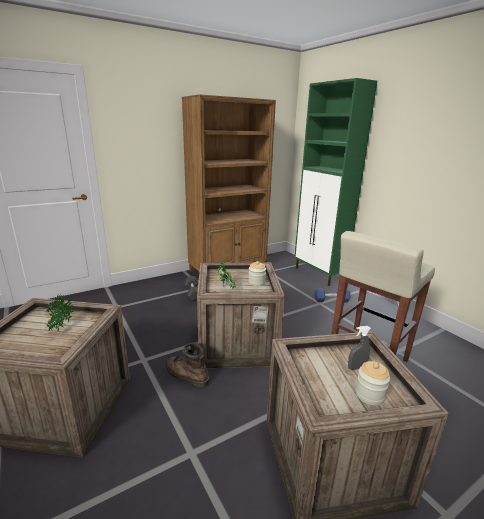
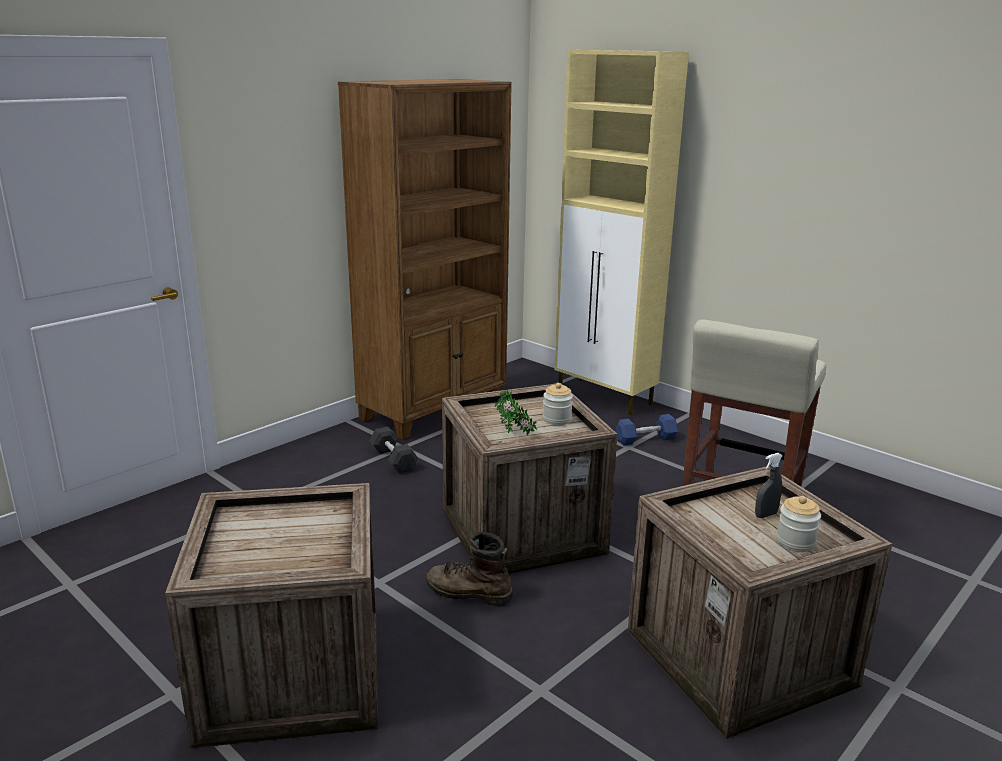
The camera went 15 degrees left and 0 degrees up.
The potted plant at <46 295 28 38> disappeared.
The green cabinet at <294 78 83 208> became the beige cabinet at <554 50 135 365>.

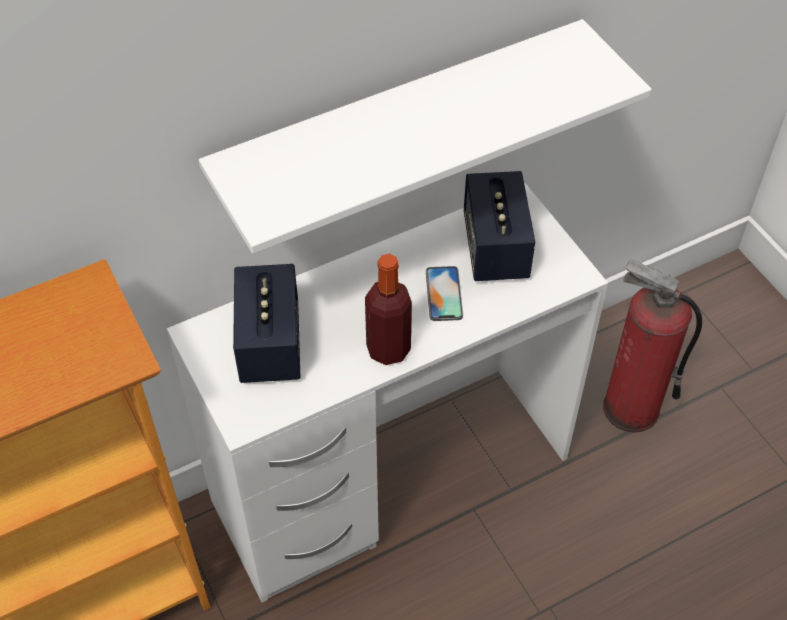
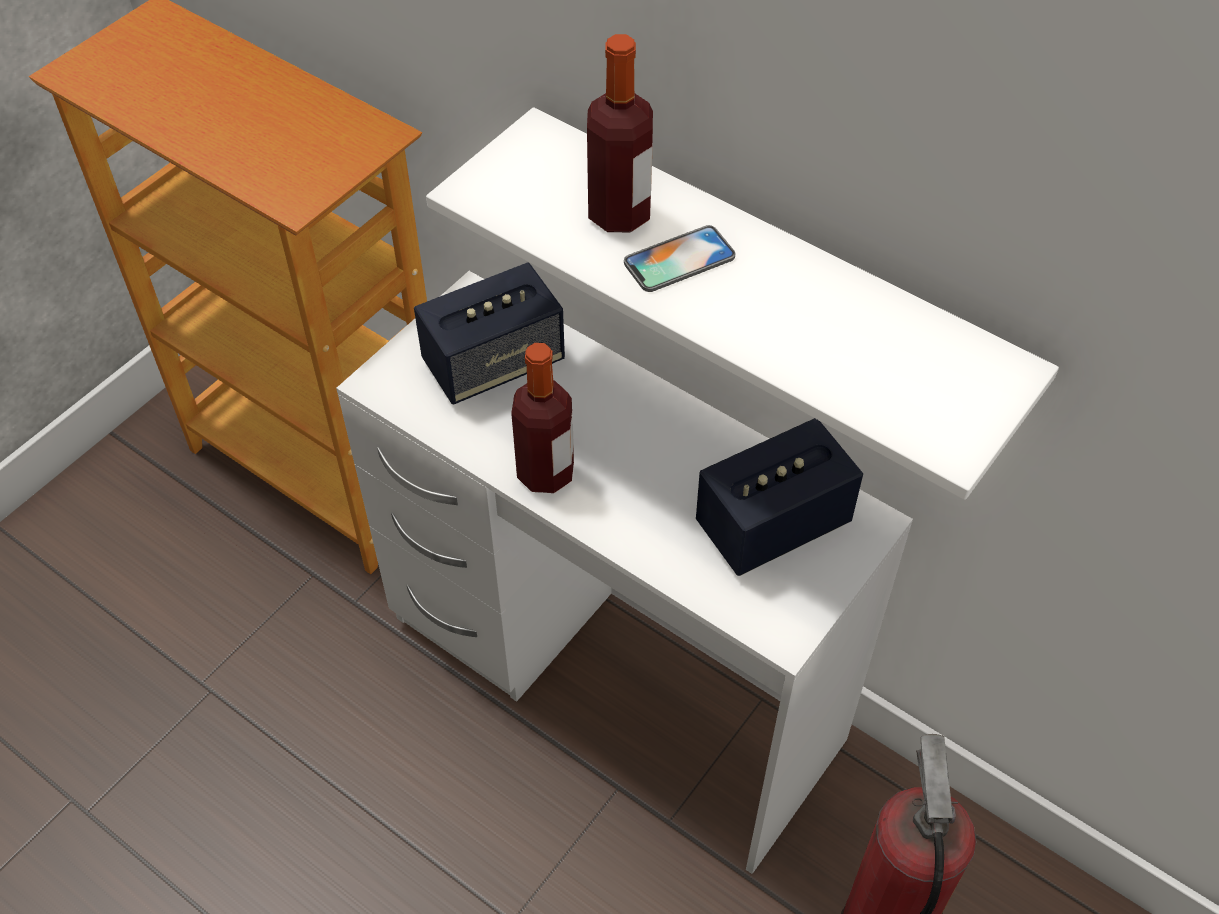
The camera went 65 degrees right and 0 degrees up.
The phone moved from <426 266 37 55> to <624 225 112 67>.
The bottle at <587 34 66 198> appeared.

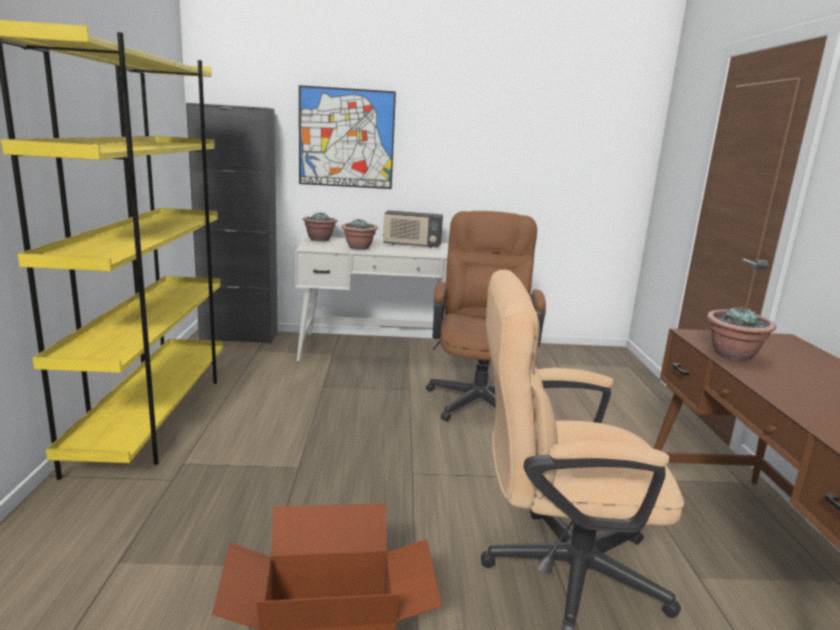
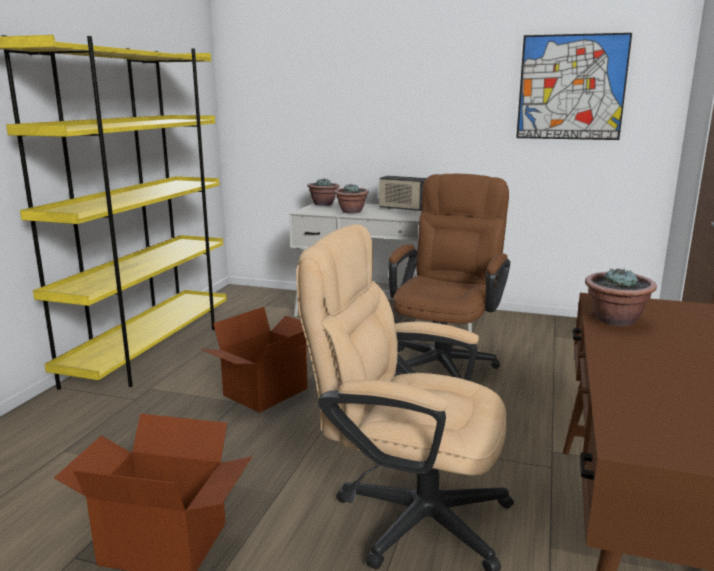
The camera went 20 degrees right and 0 degrees up.
The black cabinet at <186 103 92 241> disappeared.
The picture moved from <299 85 97 104> to <516 33 116 107>.
The cardboard box at <201 307 107 106> appeared.

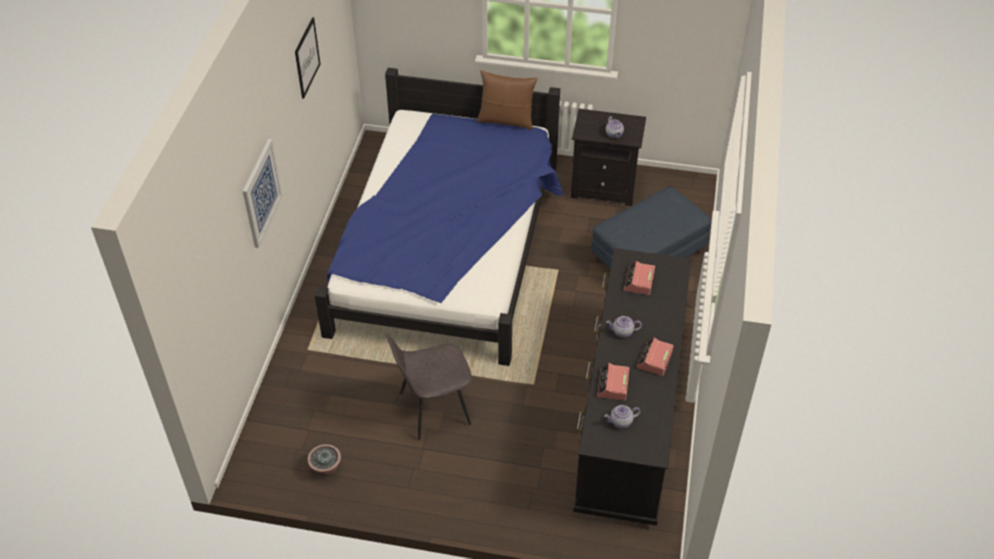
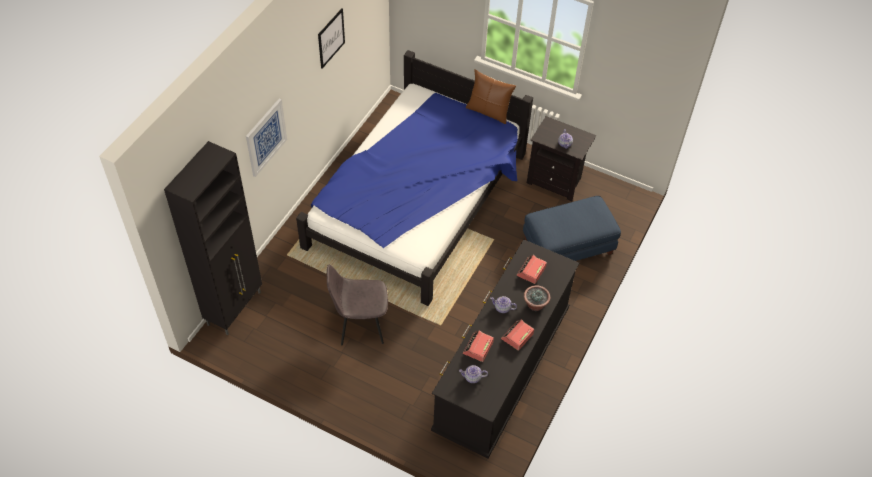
The camera went 15 degrees right and 5 degrees up.
The potted plant moved from <307 444 34 33> to <524 285 26 26>.
The black cabinet at <164 141 98 194> appeared.

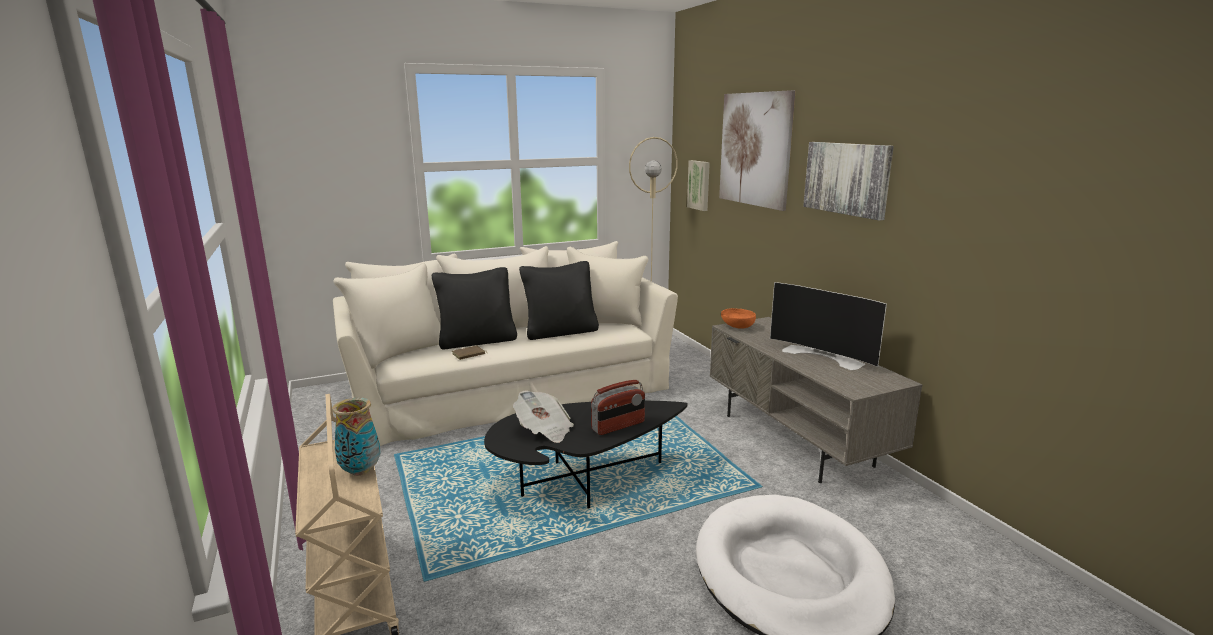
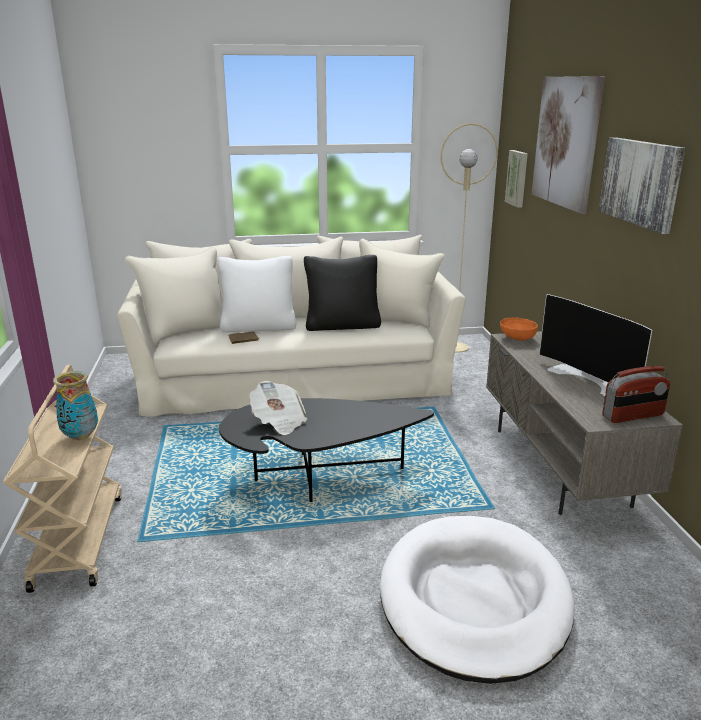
The camera went 15 degrees right and 5 degrees up.
The black pillow at <432 267 85 82> became the white pillow at <218 256 78 76>.
The radio moved from <591 380 54 55> to <602 366 68 57>.

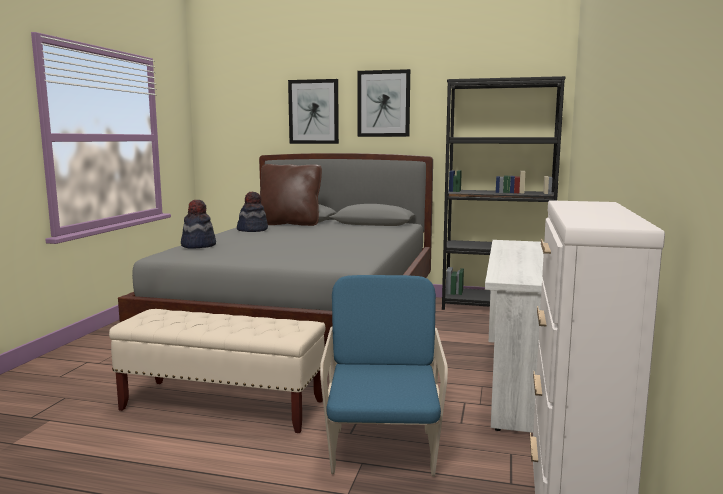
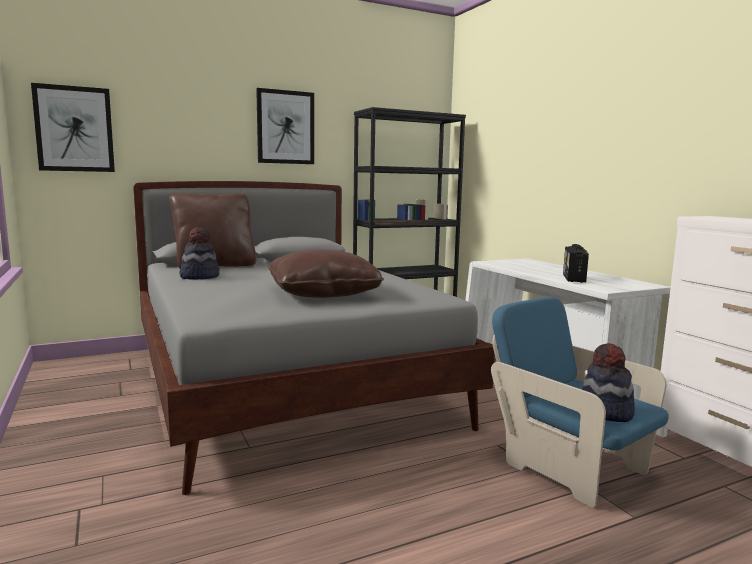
The camera went 40 degrees left and 0 degrees up.
The beige bench at <109 309 216 124> disappeared.
The hat moved from <181 200 35 48> to <582 343 53 79>.
The picture moved from <288 79 51 65> to <31 83 84 89>.
The brown pillow at <268 249 116 49> appeared.
The radio at <563 244 26 39> appeared.

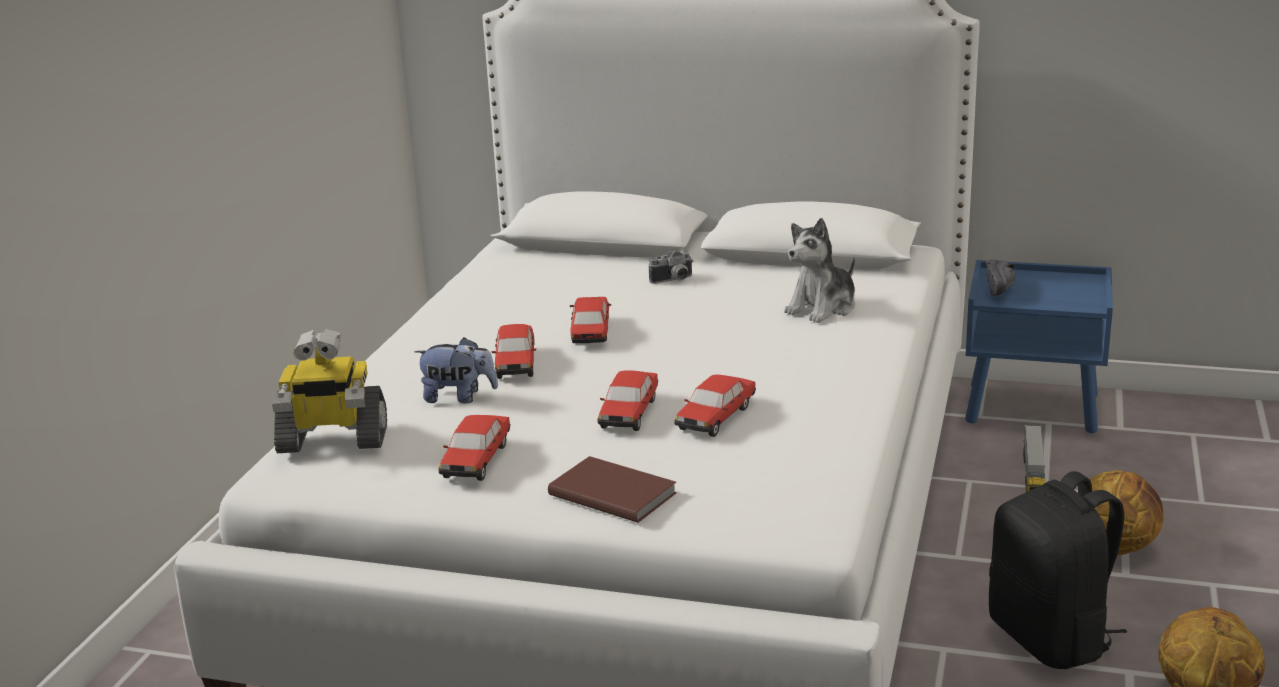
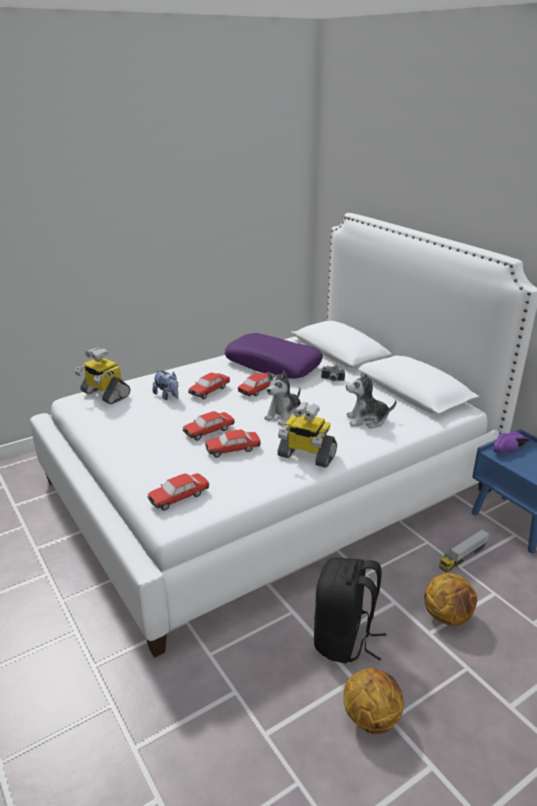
The camera went 40 degrees right and 5 degrees up.
The toy car moved from <438 415 72 66> to <147 473 62 38>.
The brown book at <548 456 129 67> disappeared.
The black shoe at <986 260 30 36> became the purple shoe at <493 431 37 21>.
The purple pillow at <225 333 98 45> appeared.
The plush toy at <264 371 37 55> appeared.
The toy robot at <277 402 60 66> appeared.

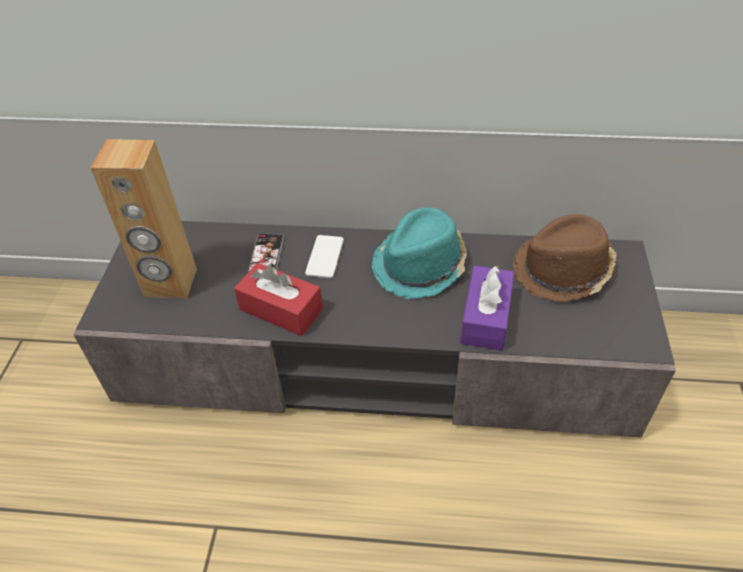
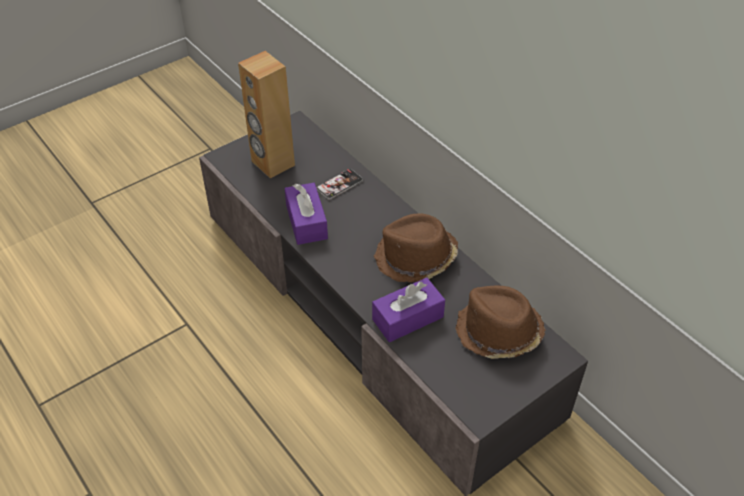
The camera went 45 degrees right and 0 degrees up.
The red tissue box at <234 263 89 73> became the purple tissue box at <285 183 43 62>.
The phone at <305 235 39 43> disappeared.
The turquoise hat at <372 207 95 92> became the brown hat at <374 213 84 70>.

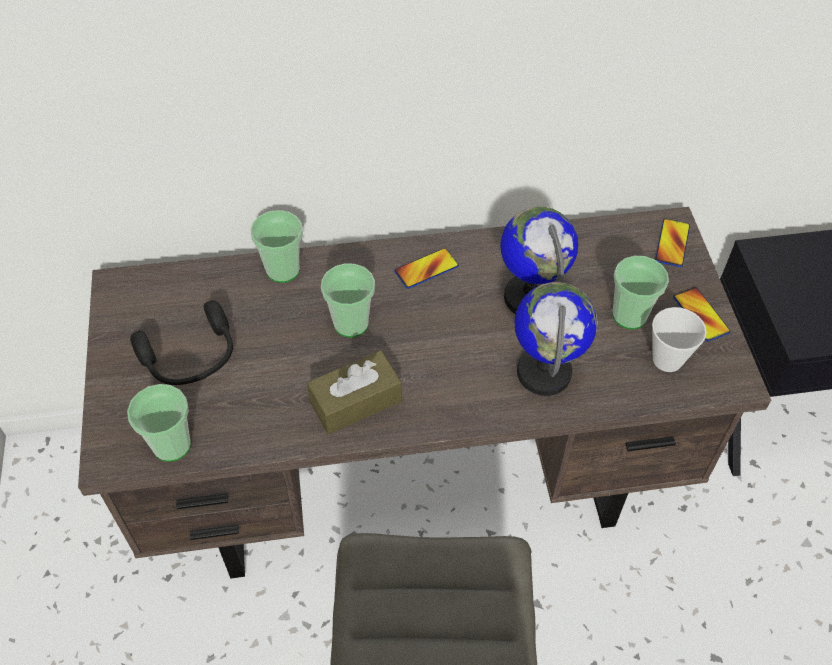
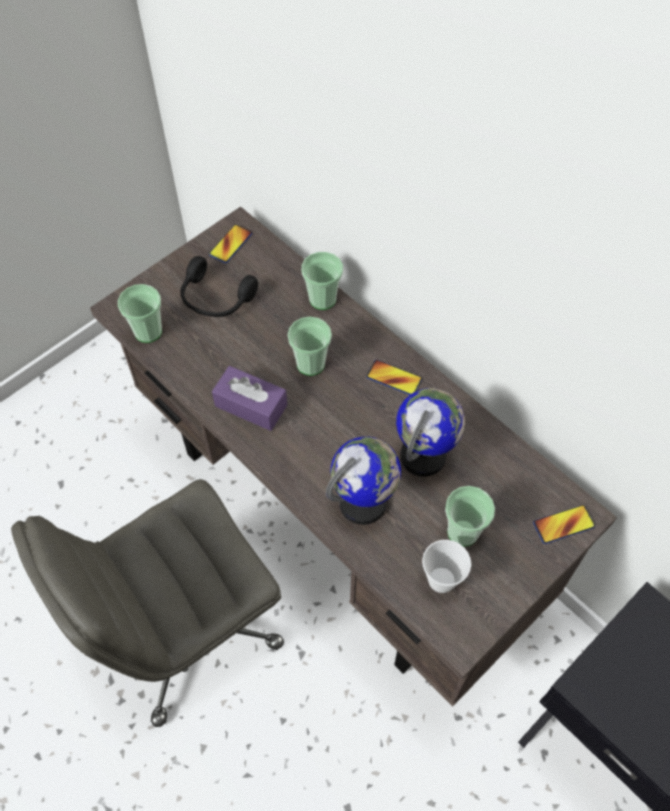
The camera went 55 degrees right and 5 degrees up.
The brown tissue box at <307 350 95 84> became the purple tissue box at <212 366 75 65>.
The phone moved from <673 287 57 54> to <209 224 43 39>.

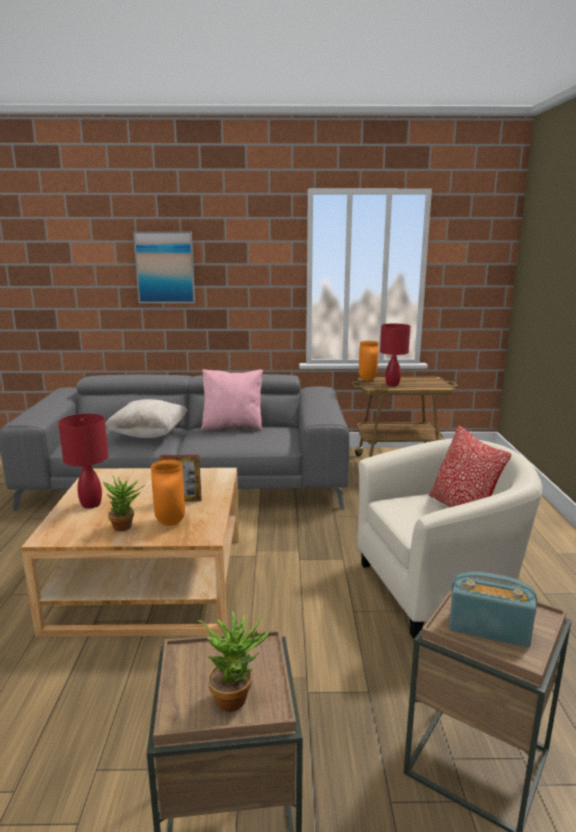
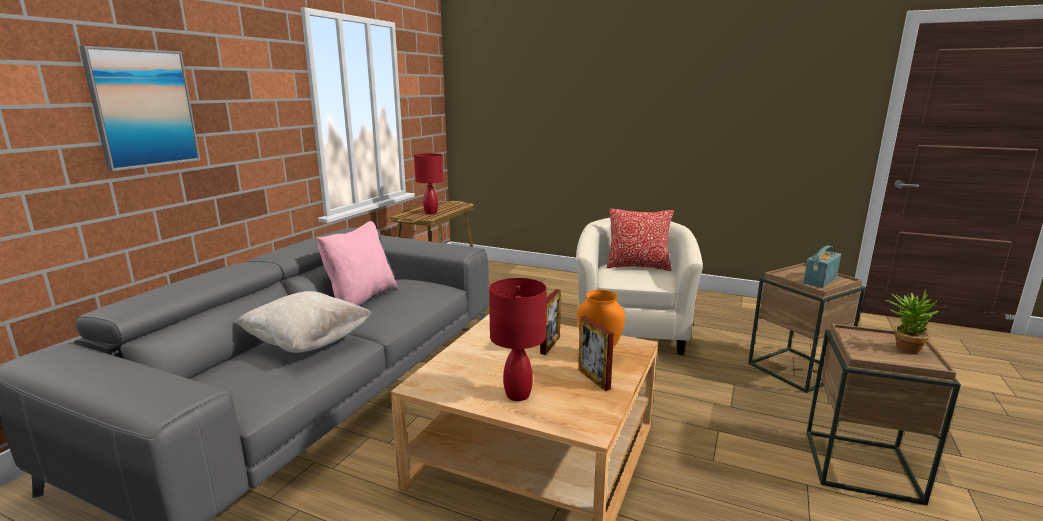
The camera went 65 degrees left and 0 degrees up.
The potted plant at <103 476 42 55> was replaced by the picture frame at <578 316 36 75>.
The orange vase at <359 341 20 40> disappeared.

